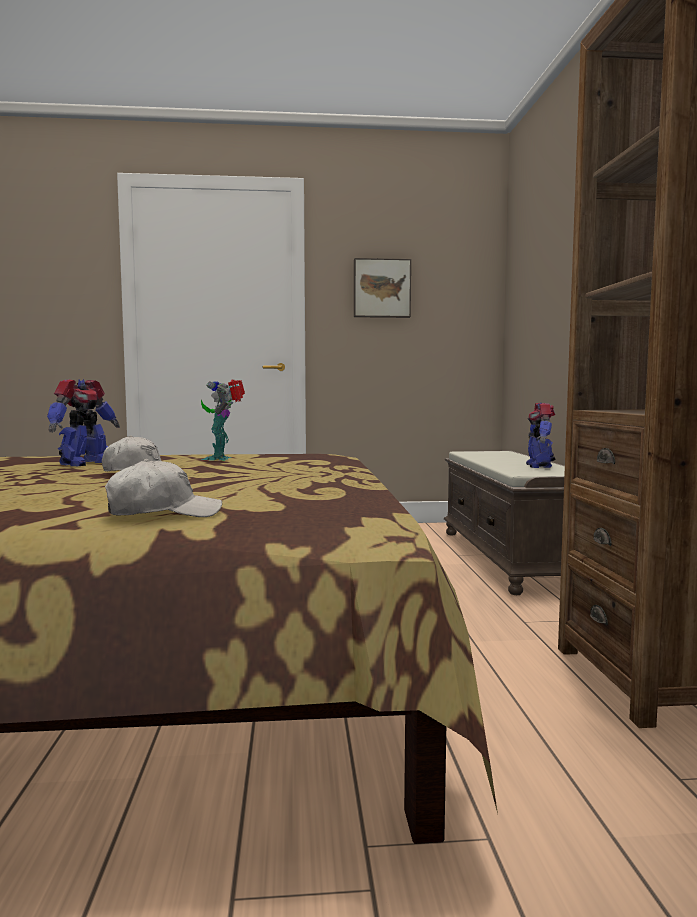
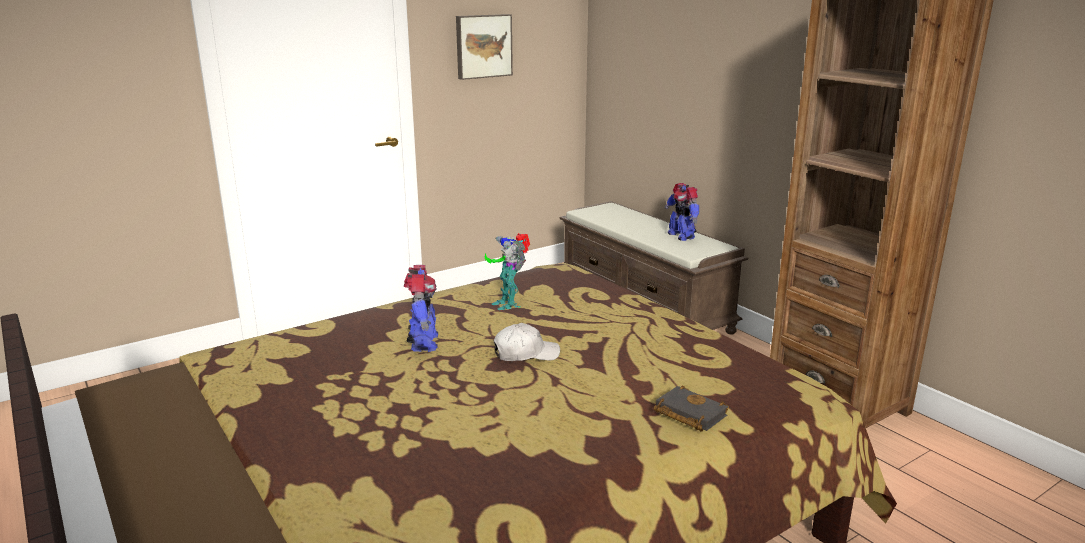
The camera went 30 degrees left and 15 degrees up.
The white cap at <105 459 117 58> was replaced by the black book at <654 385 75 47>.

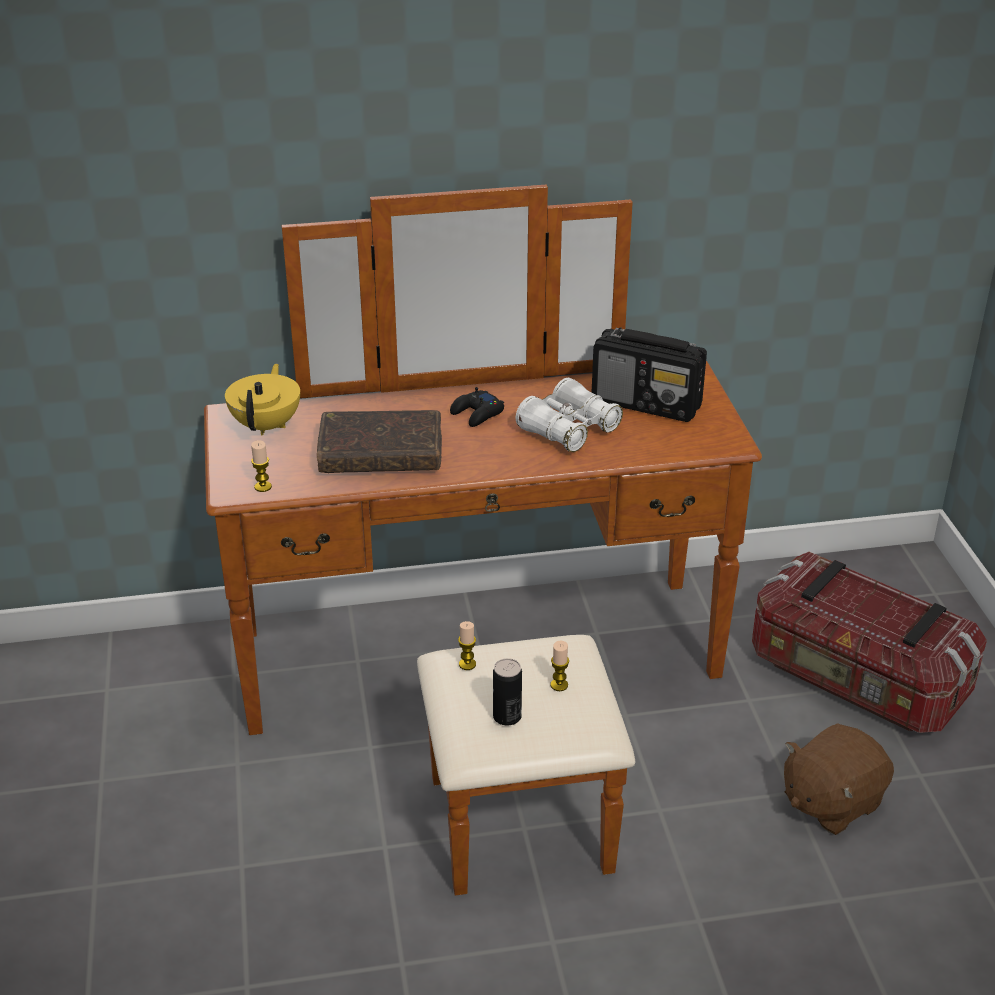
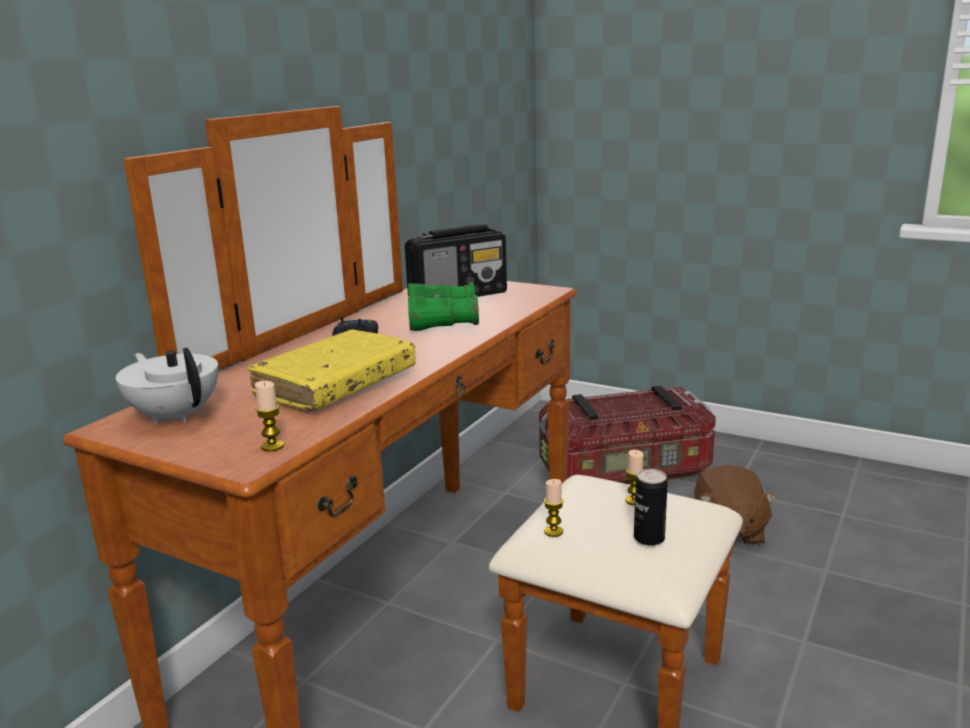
The camera went 50 degrees left and 15 degrees down.
The yellow teapot at <225 364 75 72> became the white teapot at <116 347 102 77>.
The brown book at <317 410 125 63> became the yellow book at <248 330 168 80>.
The white binoculars at <516 378 107 74> became the green binoculars at <408 282 71 49>.

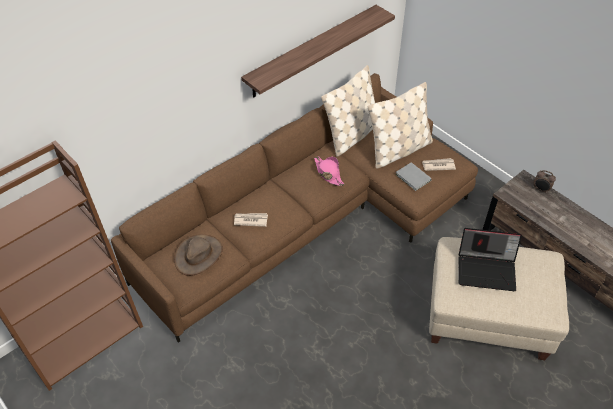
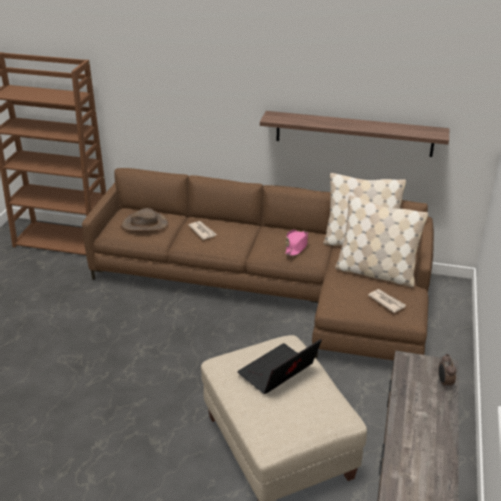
The camera went 55 degrees right and 15 degrees down.
The grey book at <395 162 37 29> disappeared.
The laptop at <458 228 64 63> turned 75 degrees clockwise.

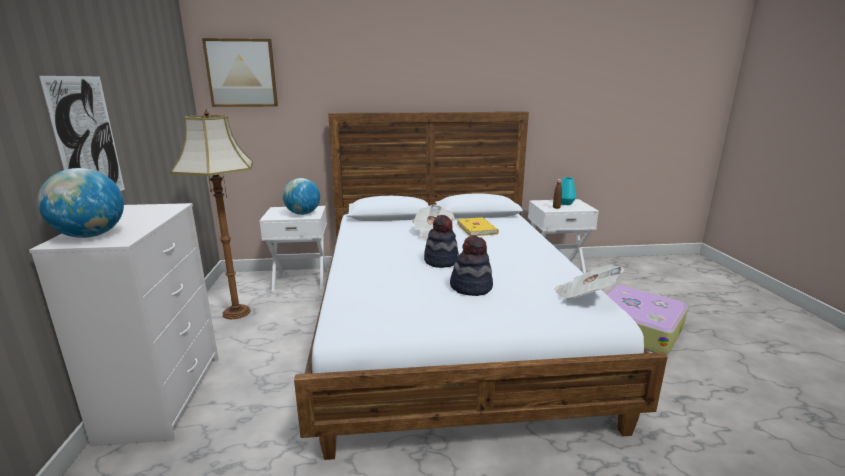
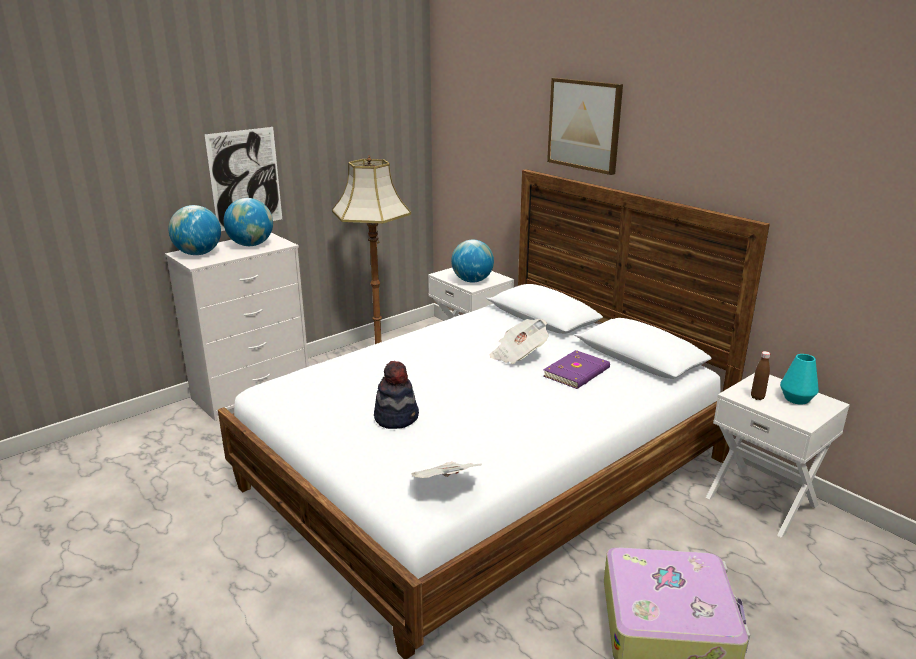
The camera went 55 degrees right and 5 degrees up.
The picture moved from <202 38 76 69> to <547 78 76 97>.
The hat at <424 215 35 53> disappeared.
The yellow book at <457 217 42 19> became the purple book at <543 350 67 39>.
The globe at <224 198 49 48> appeared.

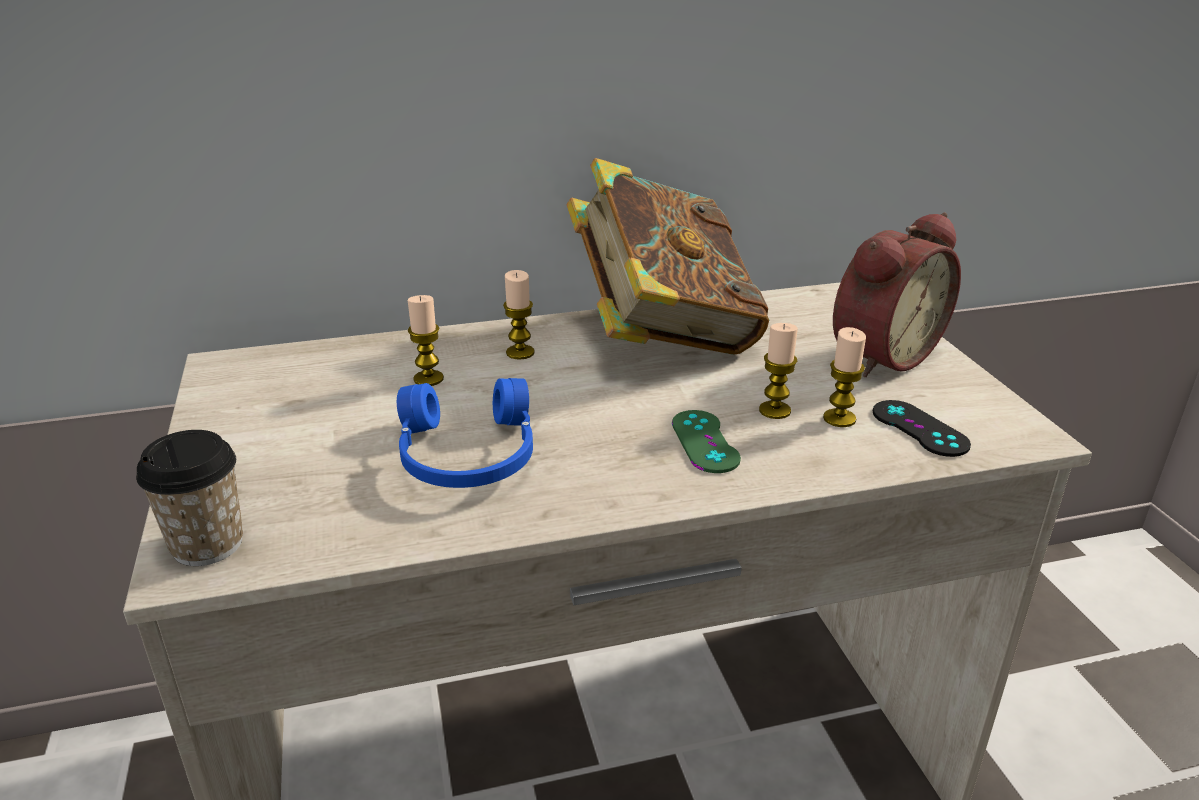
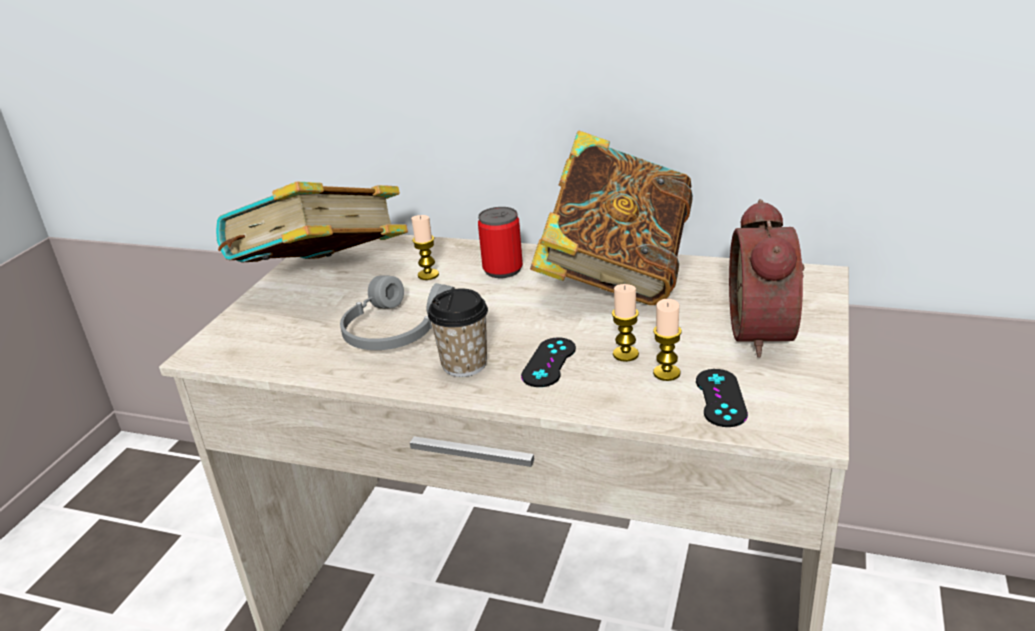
The camera went 35 degrees right and 0 degrees up.
The cup moved from <136 430 107 136> to <428 288 60 89>.
The blue headphones at <397 378 136 110> became the grey headphones at <340 275 115 75>.
The candle at <503 270 32 90> was replaced by the can at <478 207 45 71>.
The green game controller at <672 410 69 63> became the black game controller at <521 337 55 50>.
The alarm clock at <833 212 128 165> turned 105 degrees clockwise.
The book at <216 182 192 80> appeared.

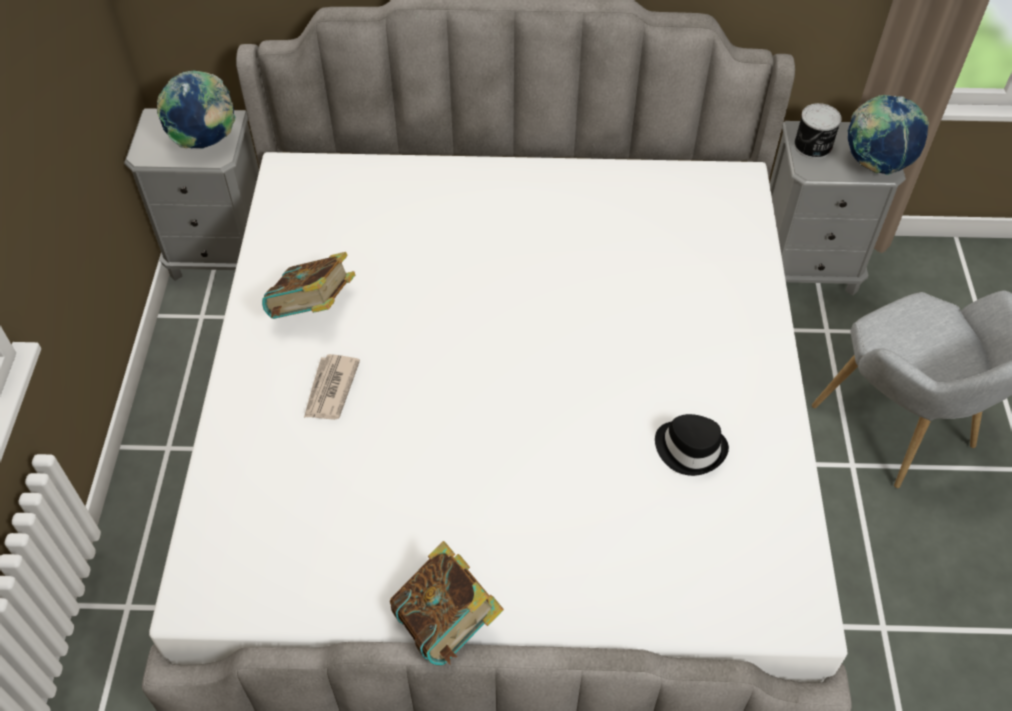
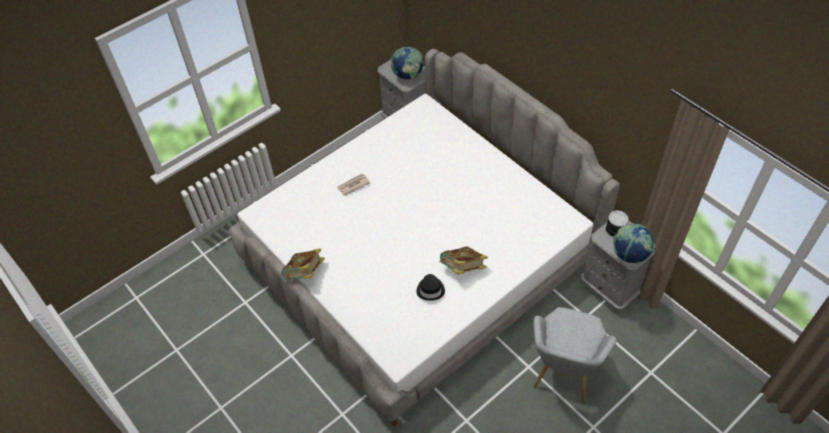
The camera went 50 degrees right and 0 degrees up.
The book moved from <262 252 93 67> to <439 247 49 28>.

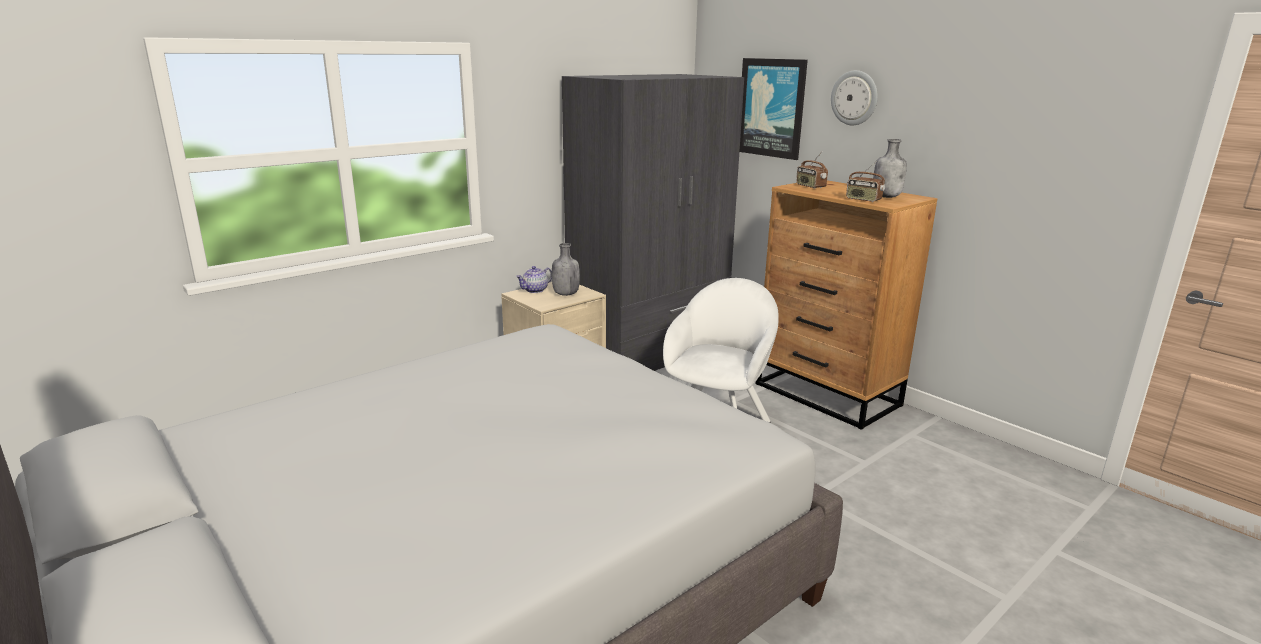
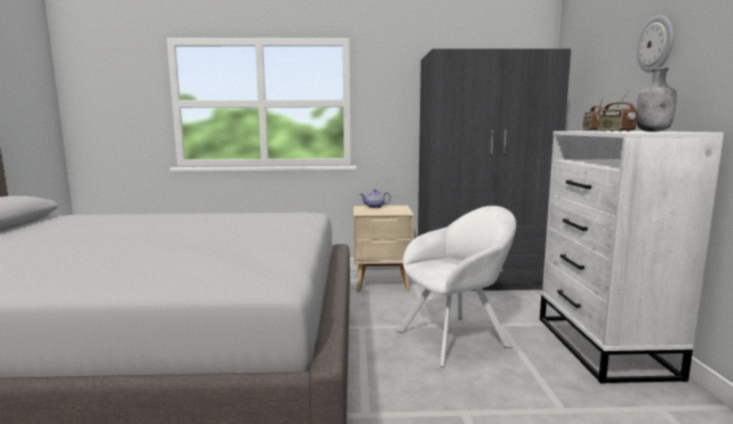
The camera went 40 degrees right and 10 degrees down.
The grey bottle at <552 243 28 53> disappeared.
The picture at <739 58 69 102> disappeared.
The brown dresser at <756 180 181 250> became the white dresser at <540 131 184 253>.

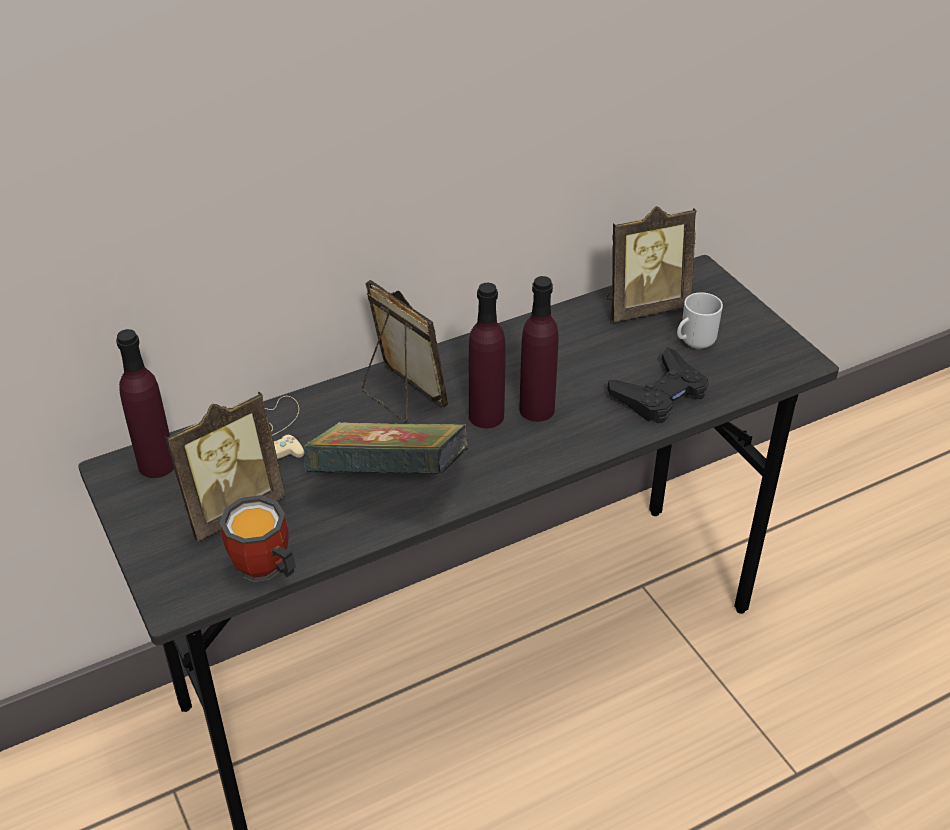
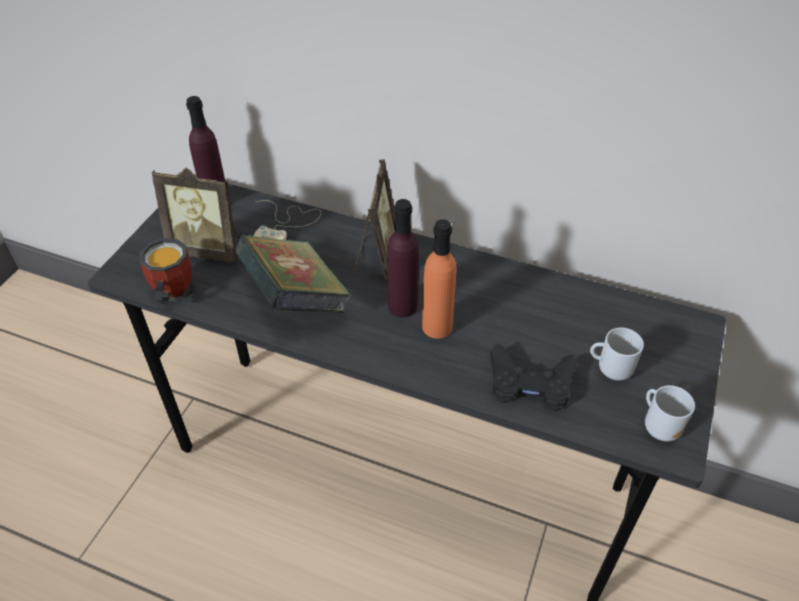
The camera went 50 degrees right and 5 degrees up.
The purple bottle at <519 276 40 146> became the orange bottle at <422 219 35 120>.
The picture frame at <607 206 90 116> disappeared.
The mug at <645 385 50 56> appeared.

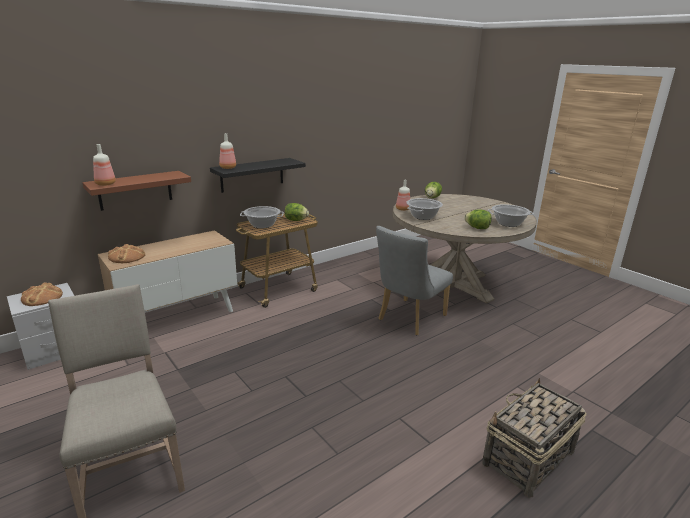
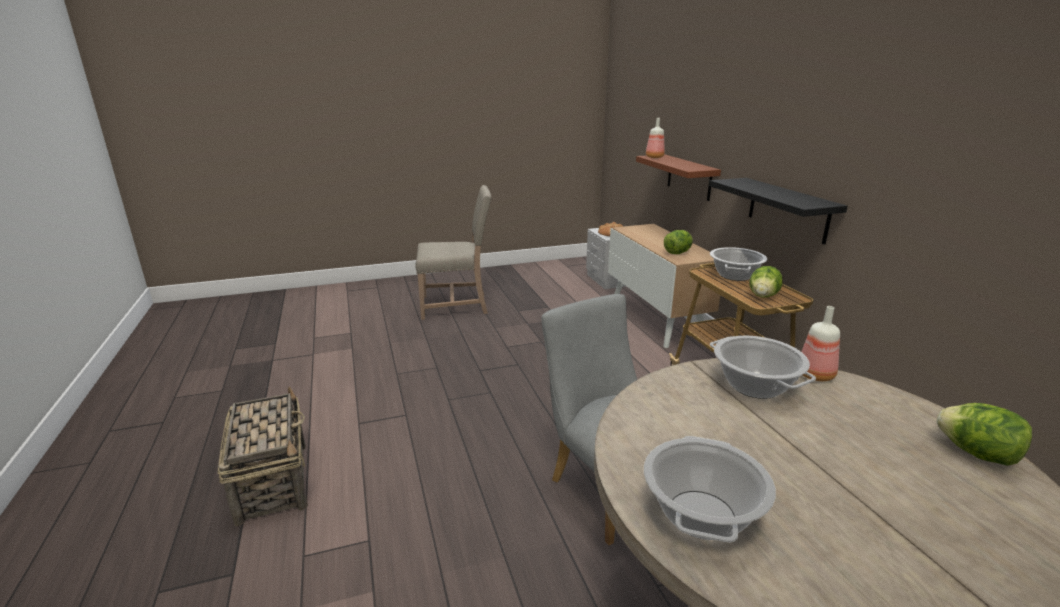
The camera went 110 degrees right and 0 degrees up.
The bread at <108 244 37 19> disappeared.
The bottle at <219 133 17 36> disappeared.
The lettuce moved from <464 209 28 20> to <664 230 29 24>.

